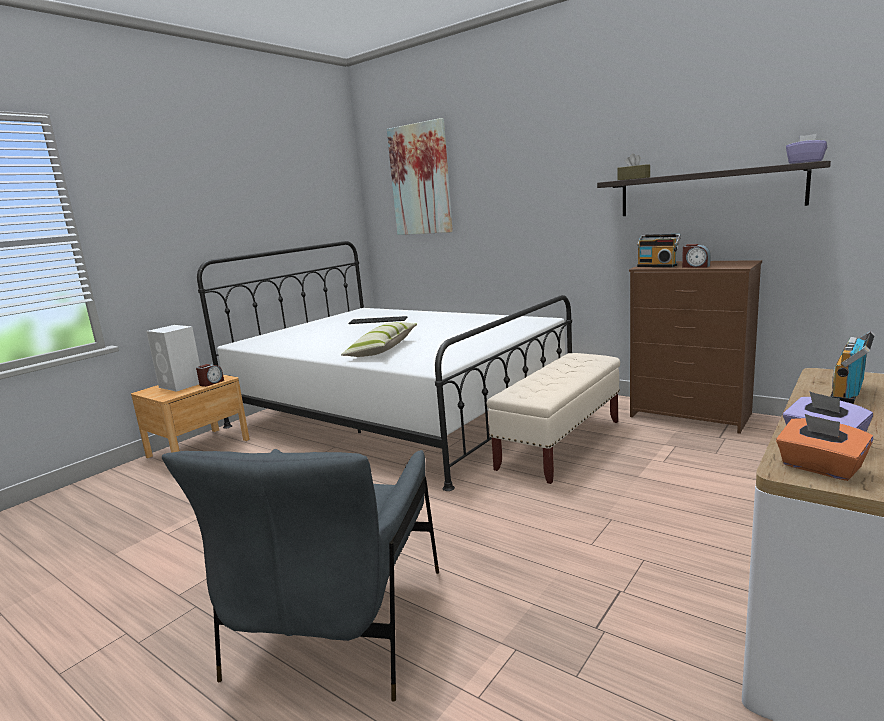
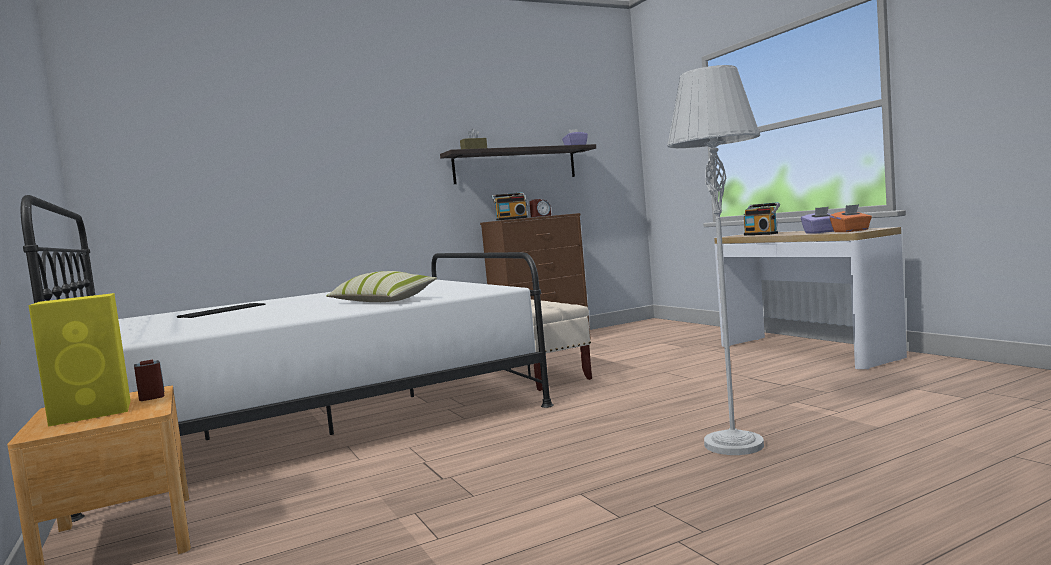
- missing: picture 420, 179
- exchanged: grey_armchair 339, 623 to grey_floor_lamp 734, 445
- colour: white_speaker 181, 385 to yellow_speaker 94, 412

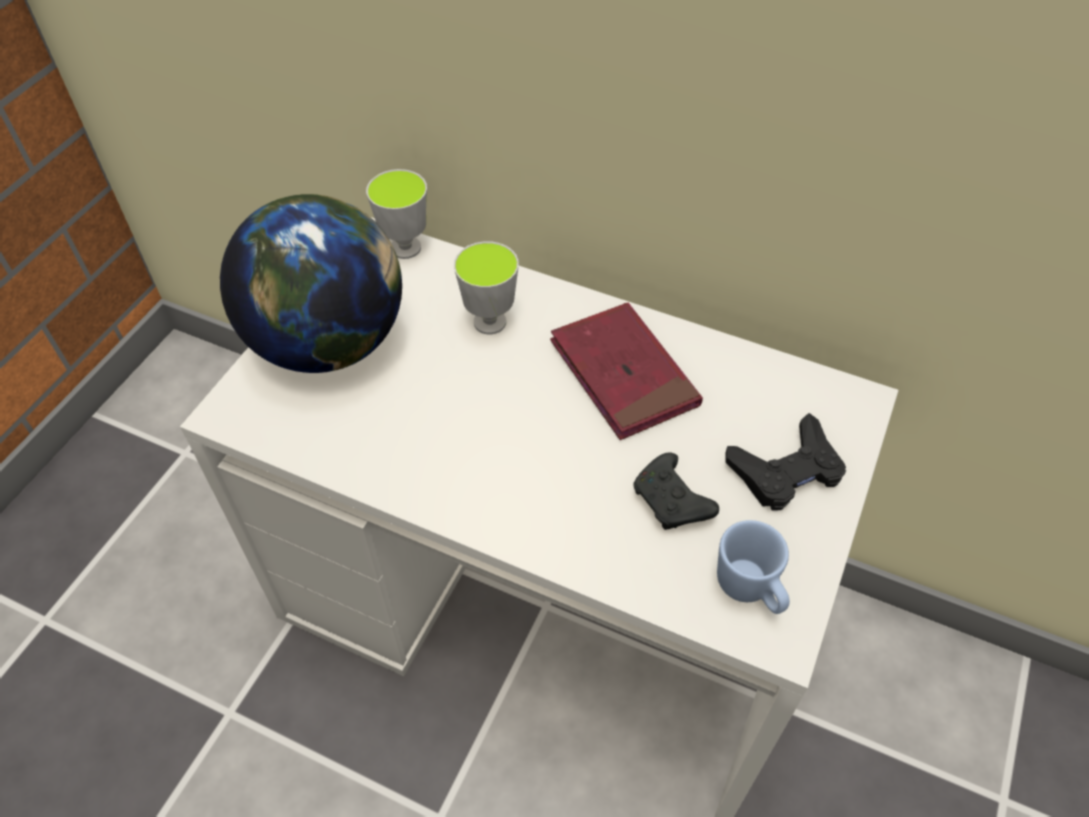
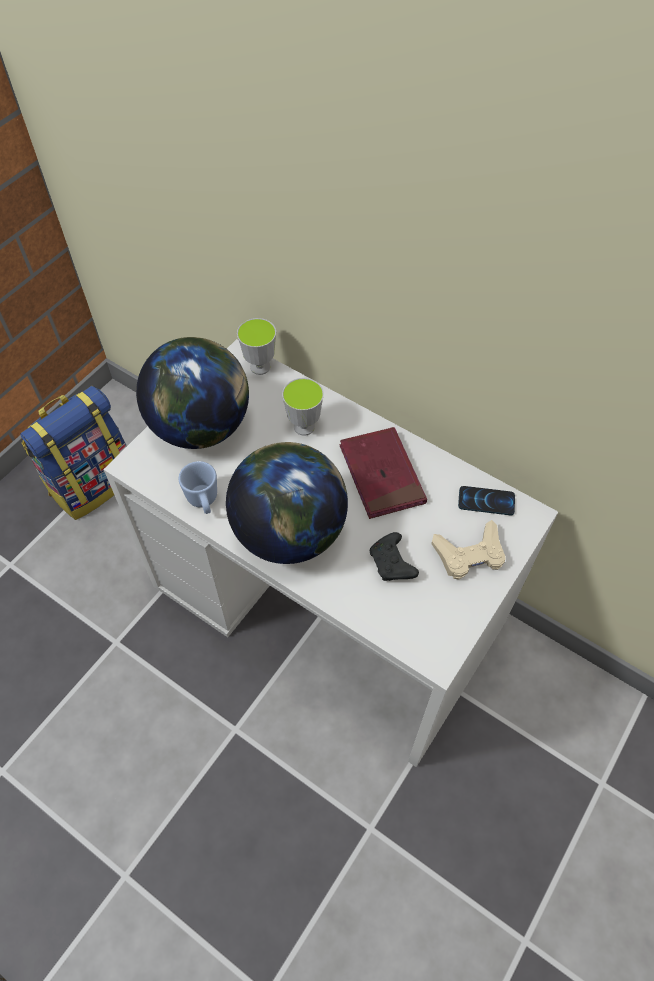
- appeared: backpack 93, 483
- appeared: globe 289, 532
- appeared: phone 486, 501
- relocated: blue_mug 750, 590 to 204, 501
- colour: black_game_controller 786, 470 to beige_game_controller 469, 554

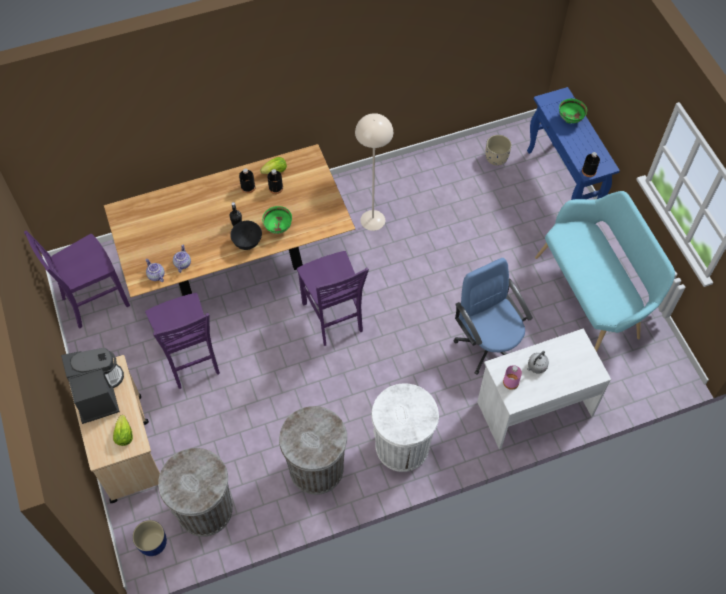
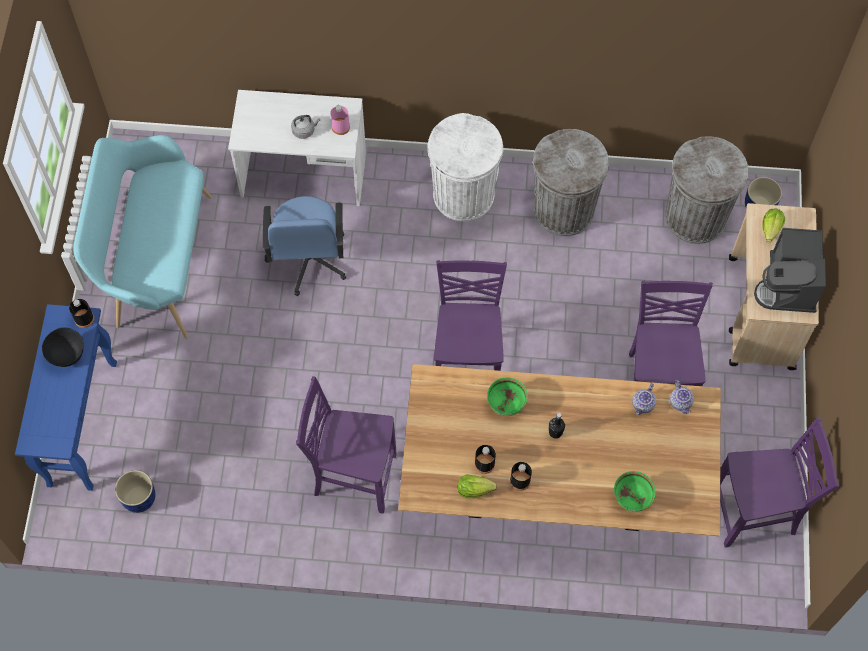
- relocated: black_bowl 247, 243 to 68, 356
- relocated: green_bowl 570, 119 to 631, 498
- exchanged: beige_floor_lamp 373, 220 to purple_chair 353, 475
- colour: beige_planter 496, 158 to blue_planter 138, 498

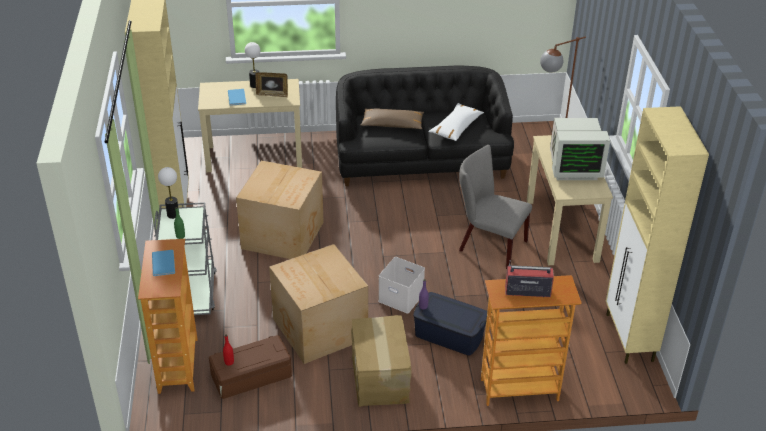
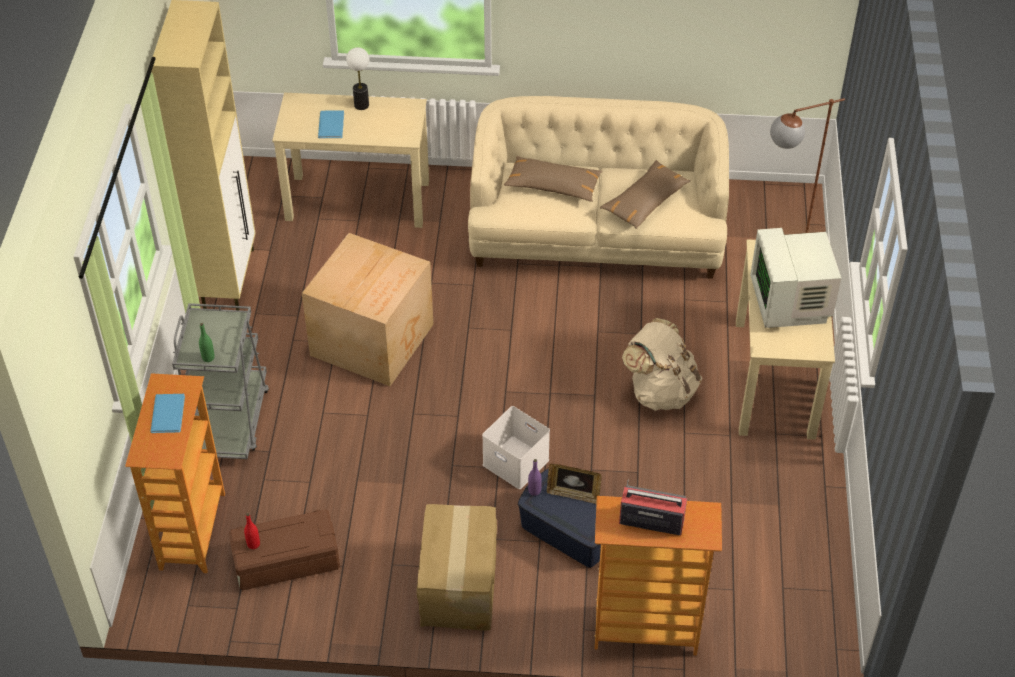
- missing: table_lamp 173, 214
- missing: cardboard_box 319, 330
- missing: beige_cabinet 629, 338
- relocated: picture_frame 272, 94 to 573, 494
- exchanged: grey_chair 488, 245 to beige_backpack 660, 391
- colour: black_sofa 421, 161 to beige_sofa 596, 234
- colour: white_pillow 456, 127 to brown_pillow 645, 201
- spun: monitor 573, 168 = 791, 303 75 degrees clockwise

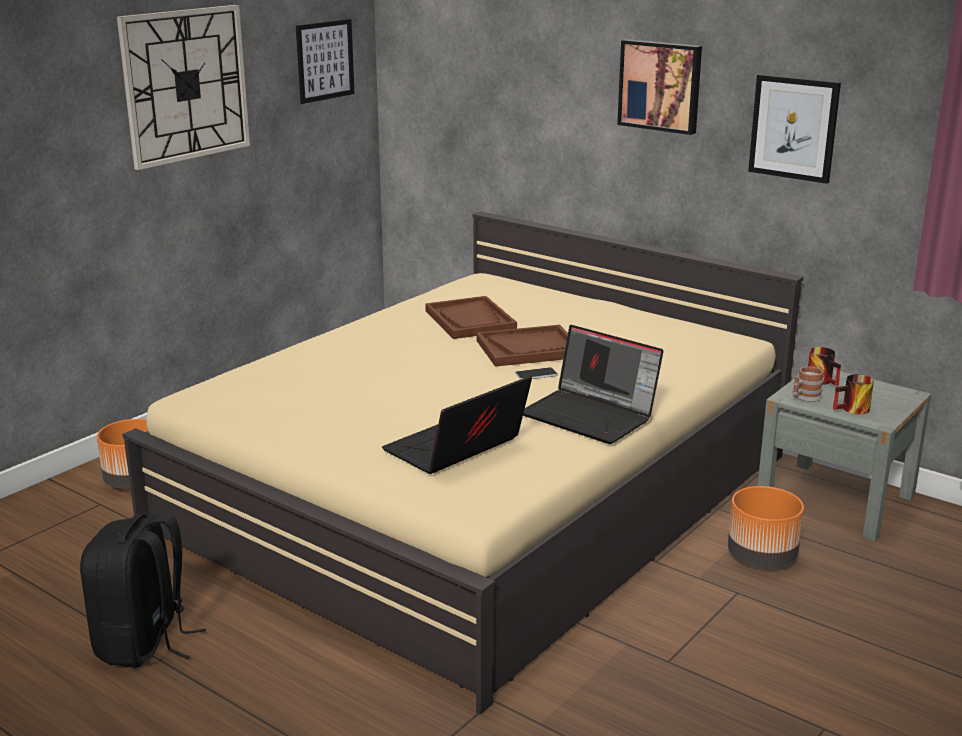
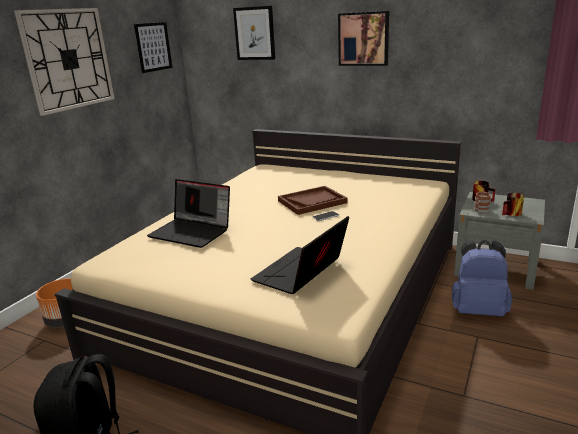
- missing: brown_tray 470, 320
- relocated: laptop 591, 415 to 192, 232
- relocated: picture 793, 128 to 254, 33
- exchanged: orange_planter 762, 557 to blue_backpack 478, 310

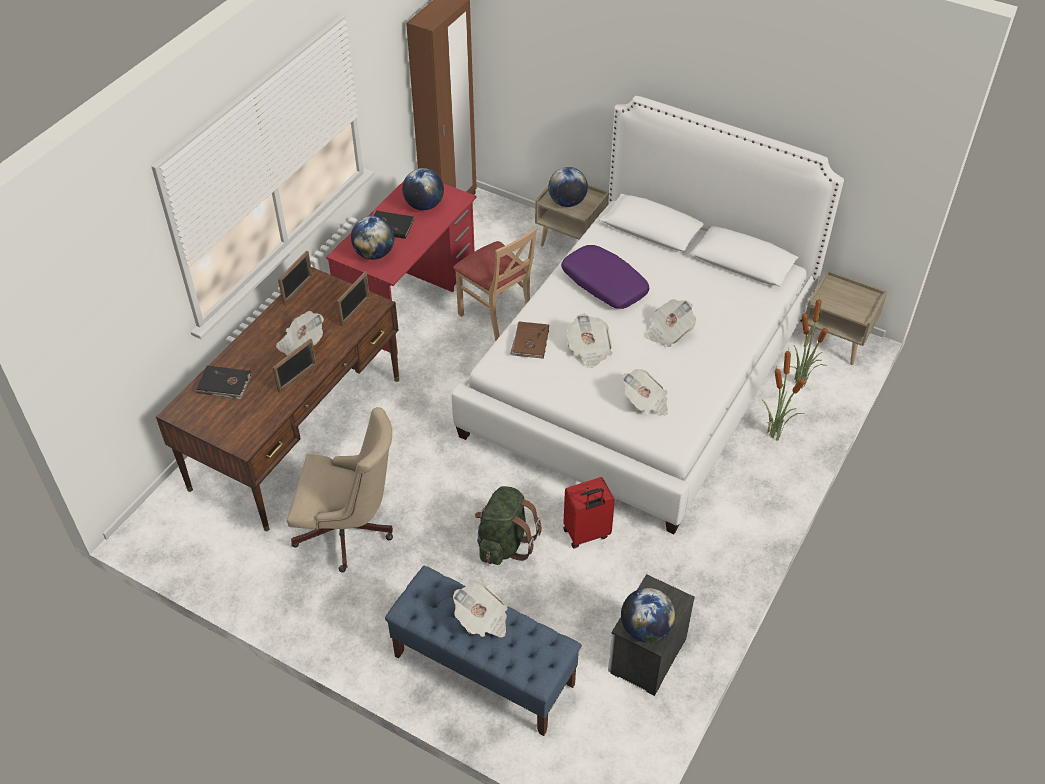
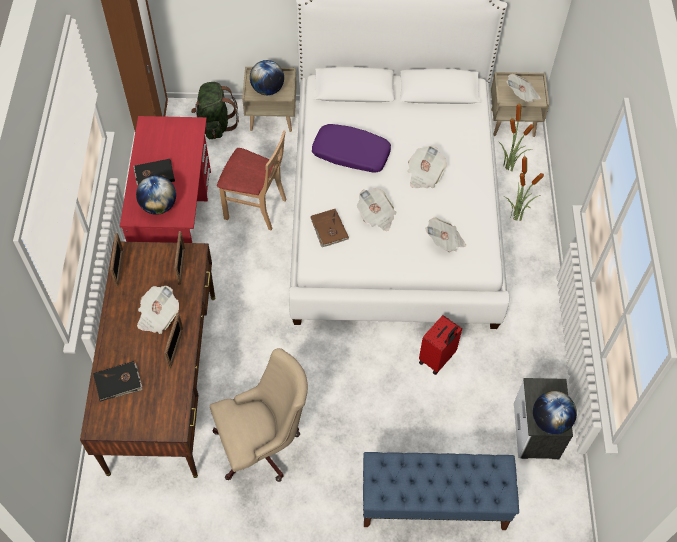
- missing: globe 424, 205
- relocated: newspaper 482, 619 to 521, 95
- relocated: green_backpack 504, 543 to 215, 125

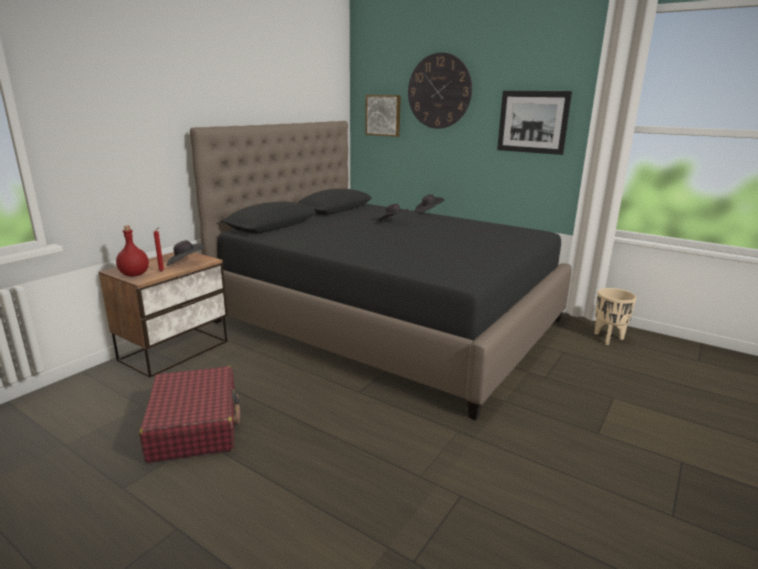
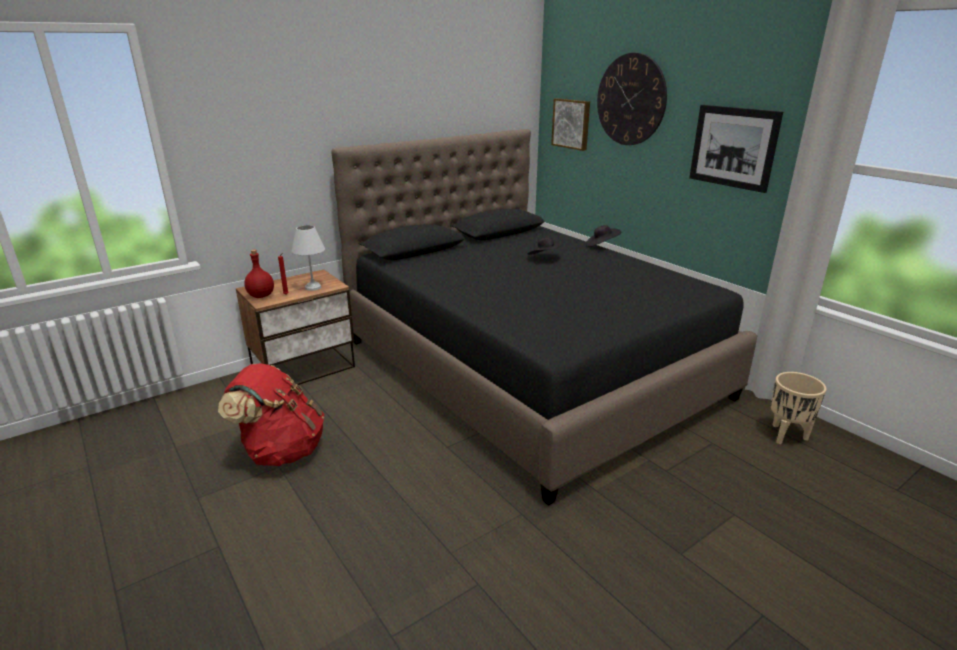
- exchanged: red_suitcase 195, 425 to red_backpack 281, 451
- exchanged: black_hat 185, 263 to white_table_lamp 312, 287

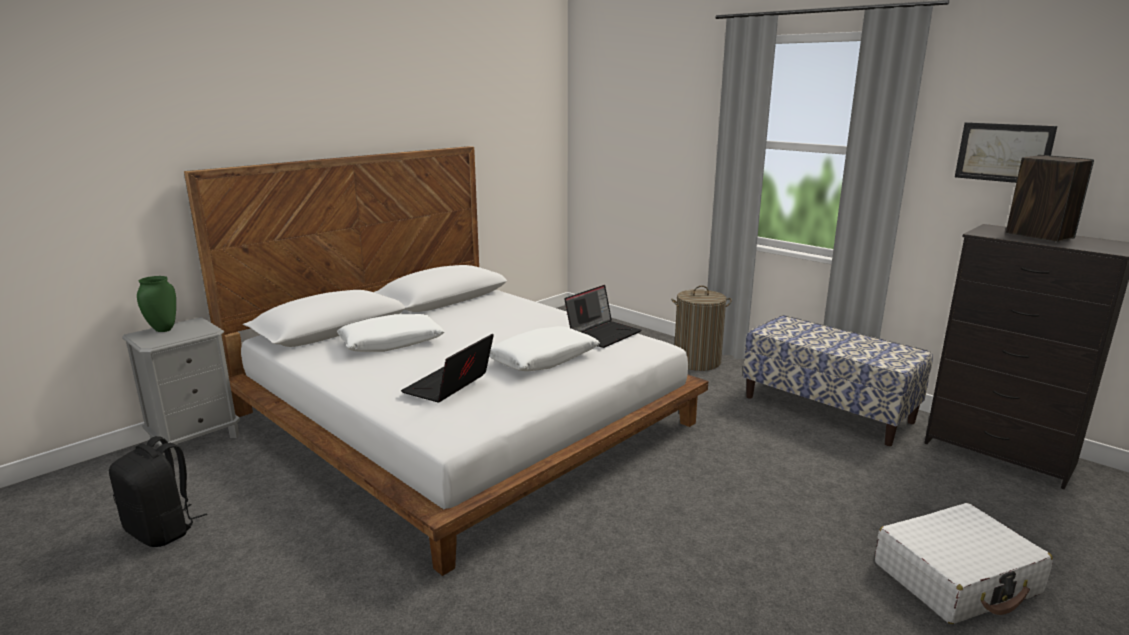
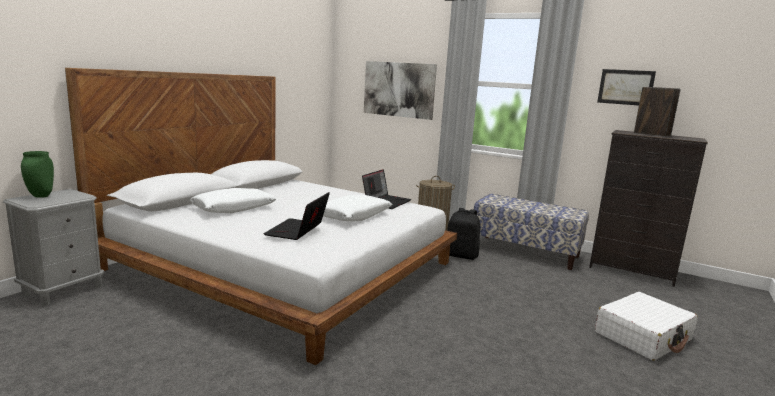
- appeared: picture 398, 89
- relocated: black_backpack 162, 530 to 461, 255

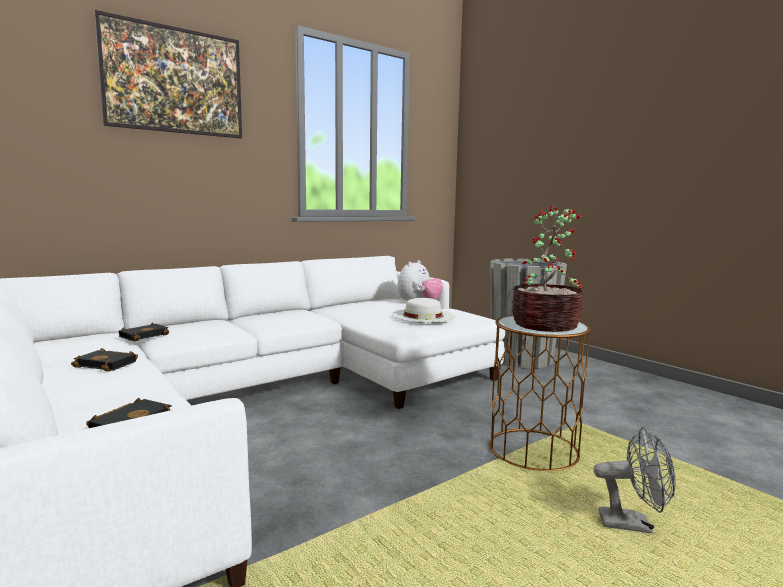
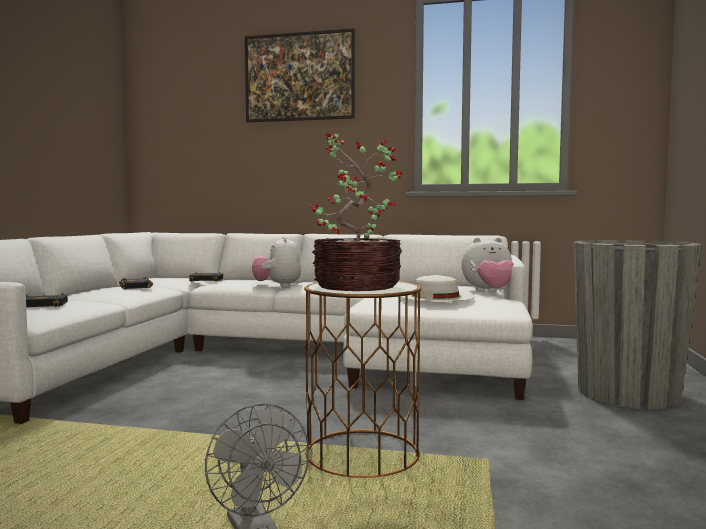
- appeared: plush_toy 277, 286

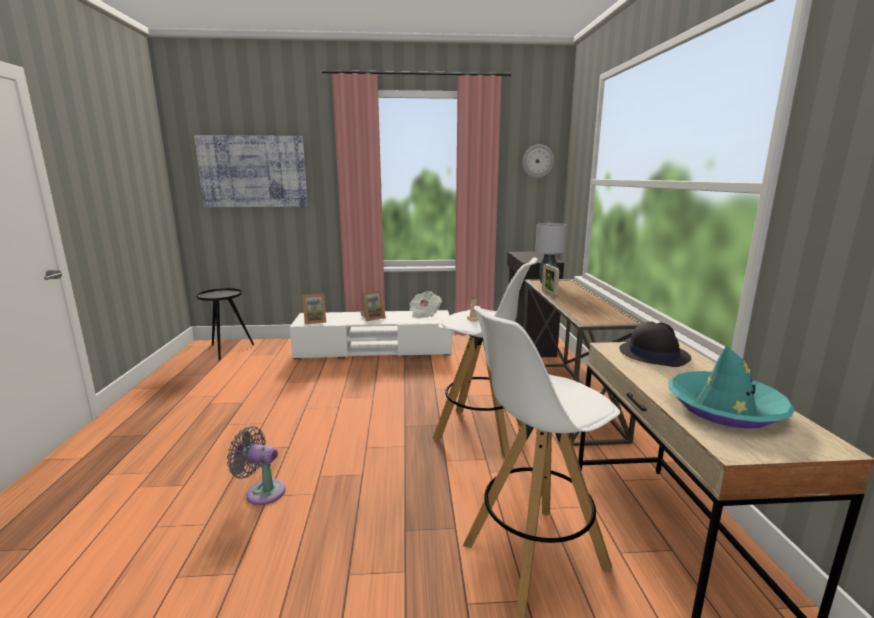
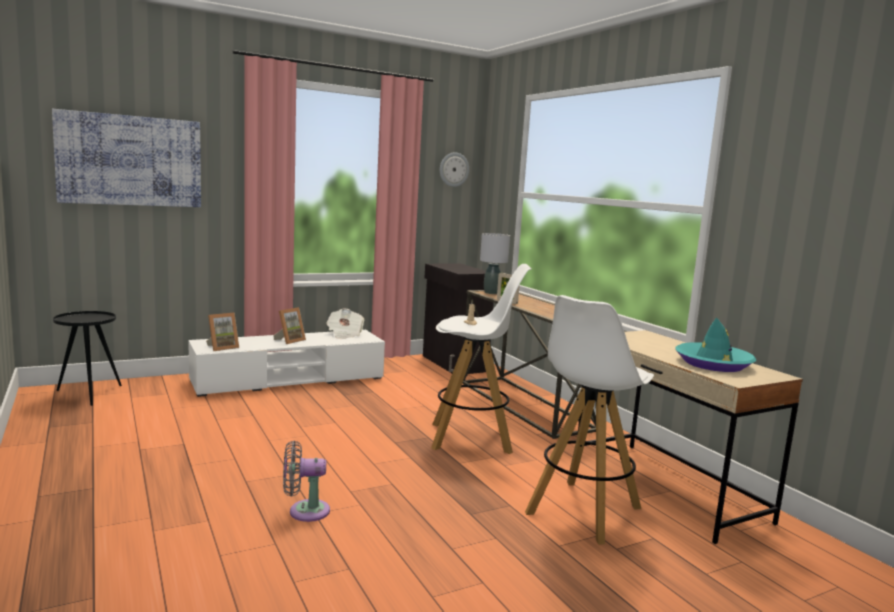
- missing: black_hat 653, 354

